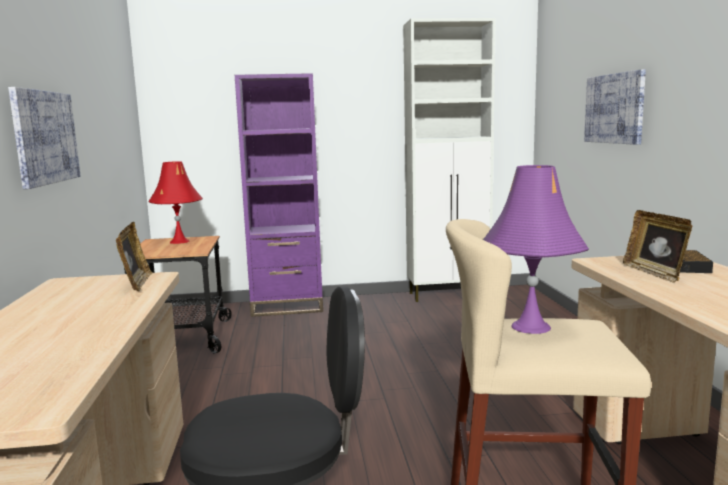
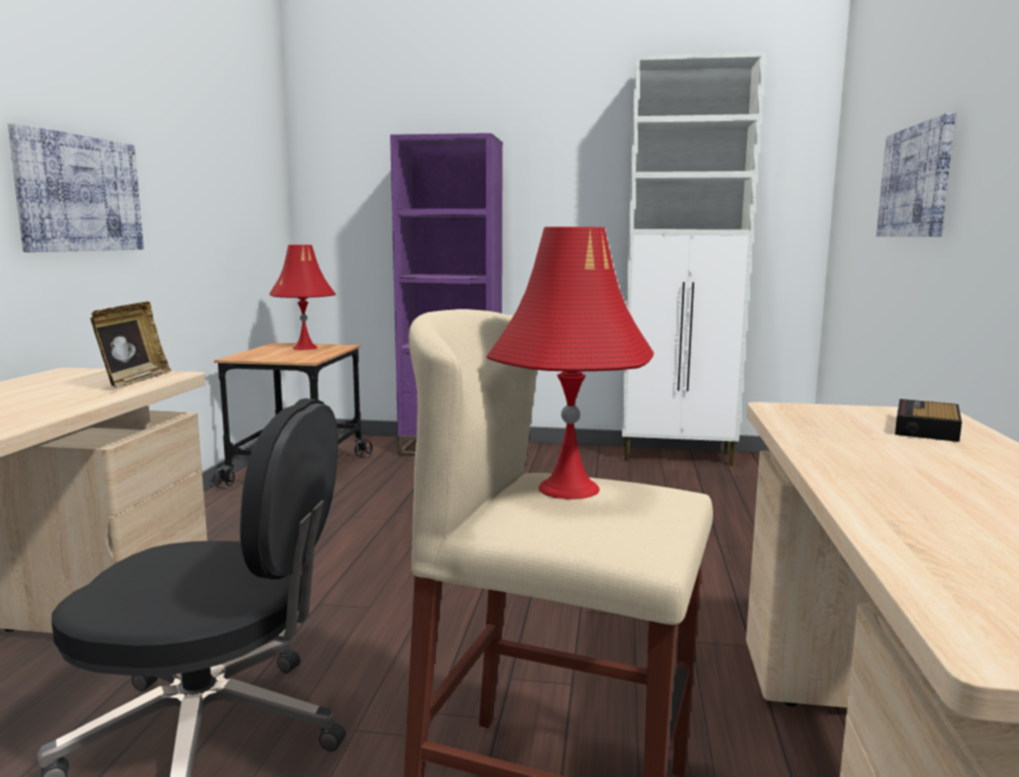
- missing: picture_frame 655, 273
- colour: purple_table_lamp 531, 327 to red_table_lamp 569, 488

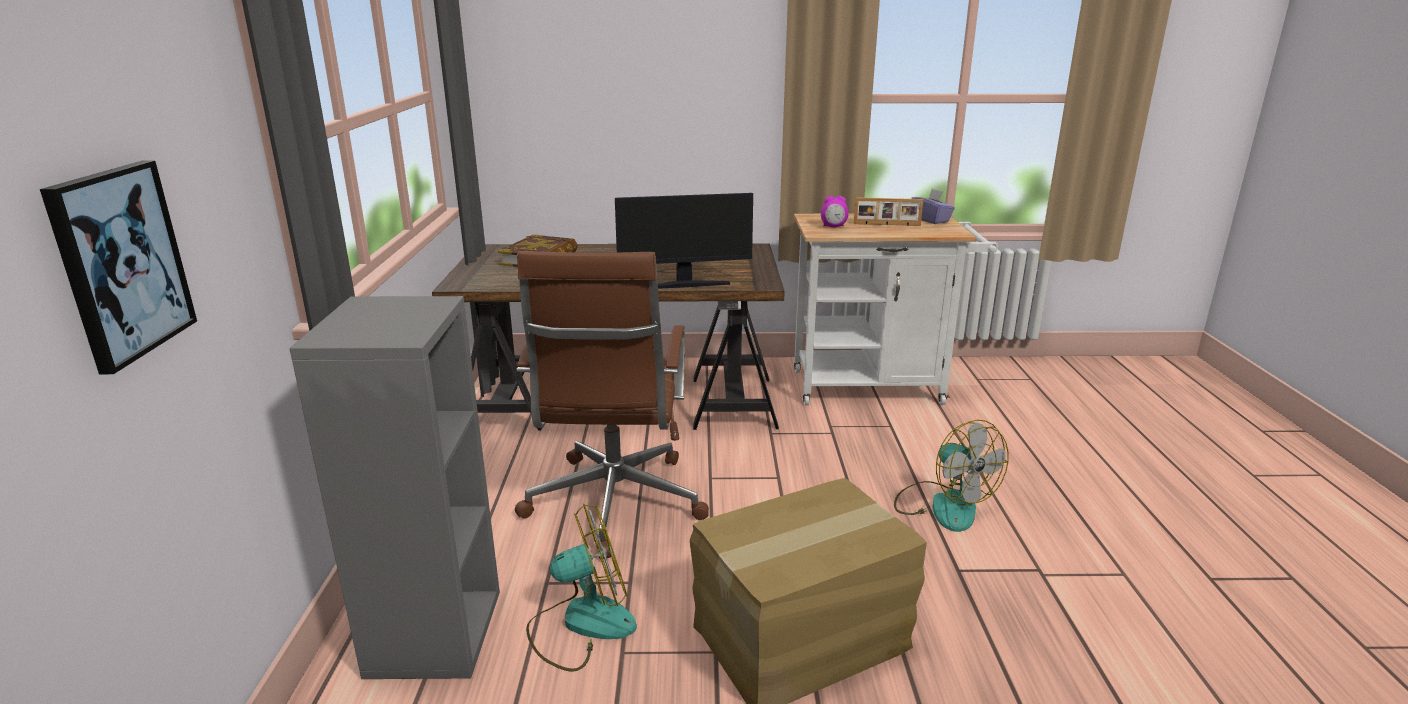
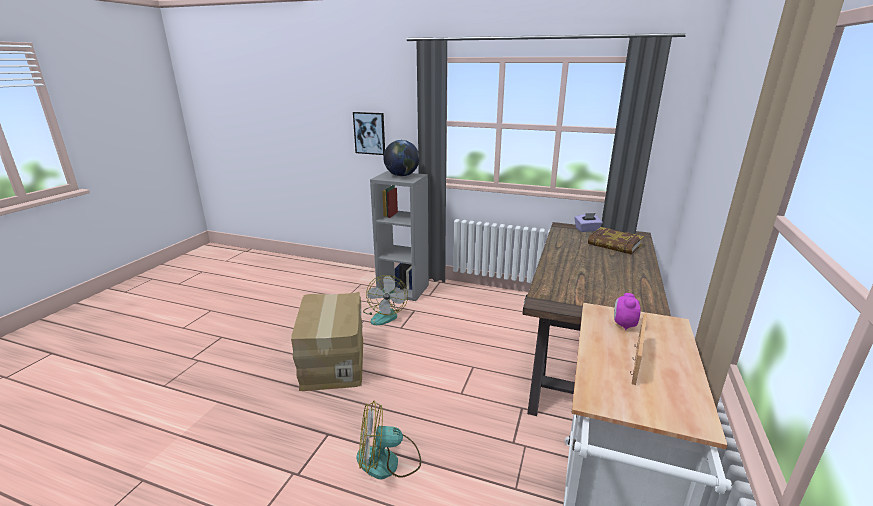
- missing: brown_office_chair 613, 505
- missing: monitor 685, 285
- appeared: globe 402, 175
- relocated: purple_tissue_box 931, 220 to 587, 229

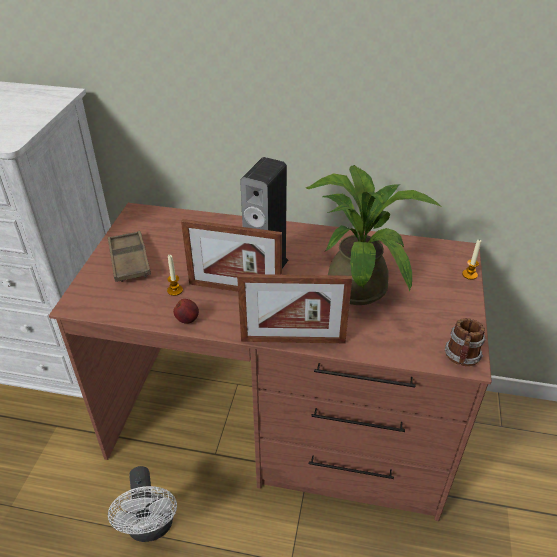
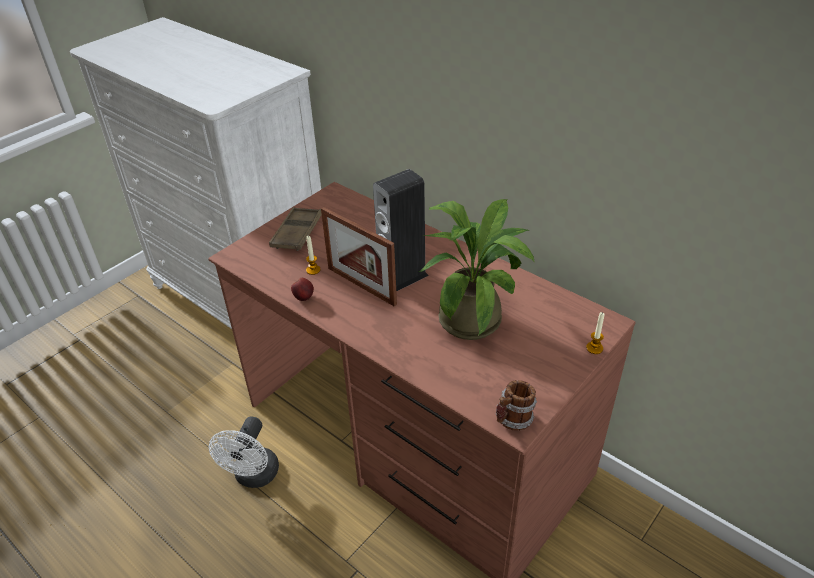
- missing: picture_frame 293, 340

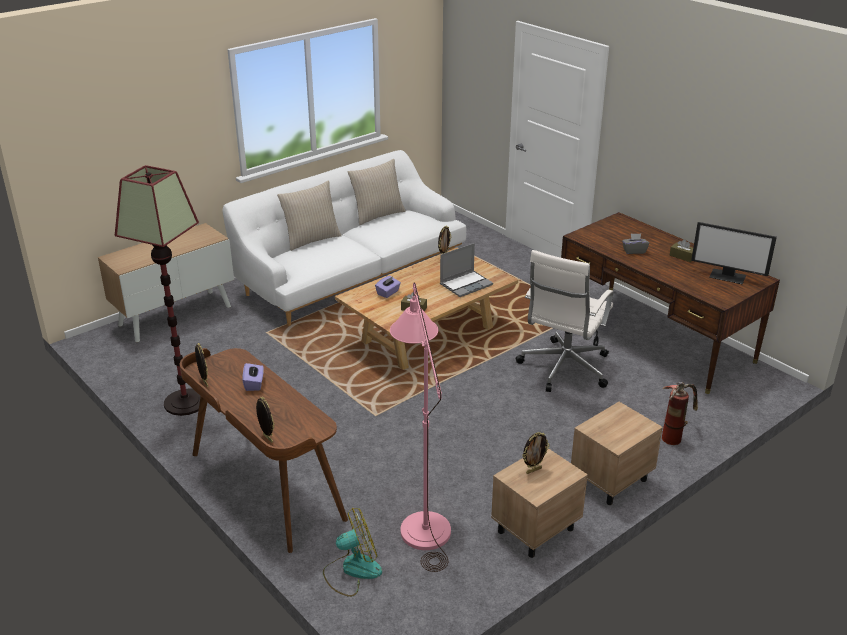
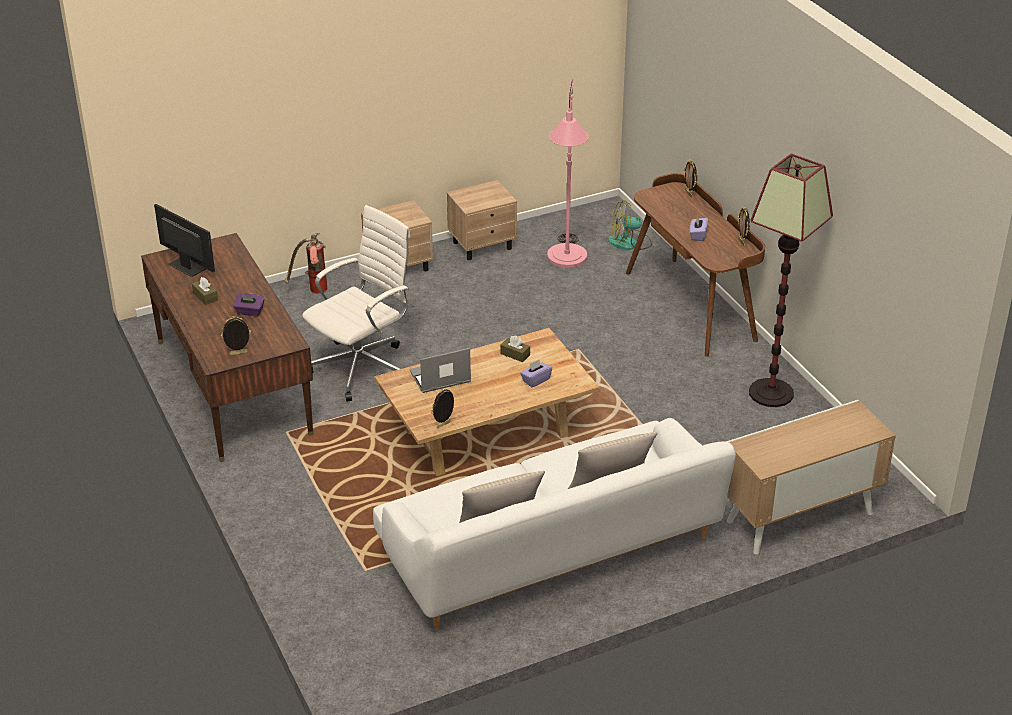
- relocated: picture_frame 533, 470 to 238, 354
- colour: grey_tissue_box 634, 251 to purple_tissue_box 249, 312

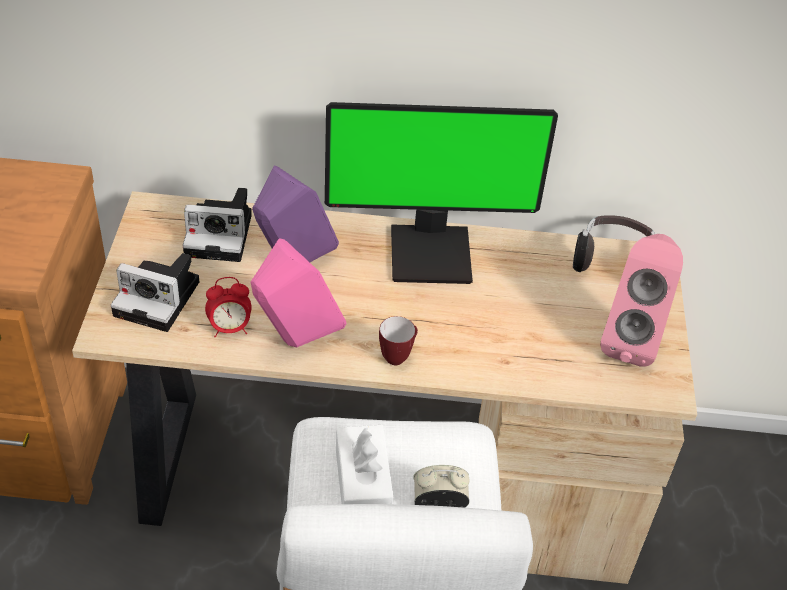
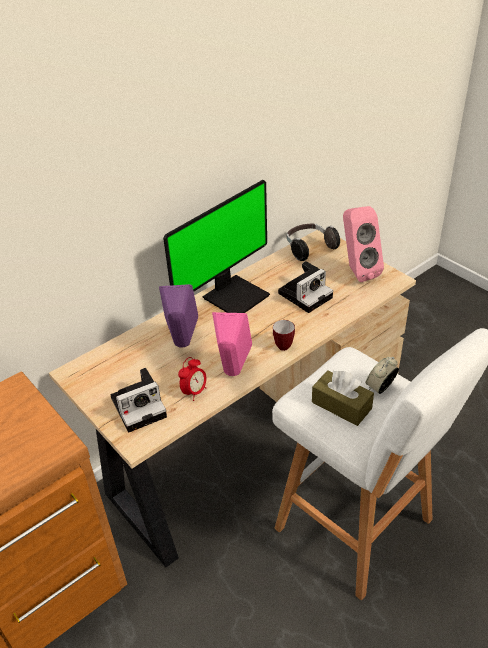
- relocated: photo_camera 222, 235 to 306, 294
- colour: white_tissue_box 362, 484 to brown_tissue_box 341, 405

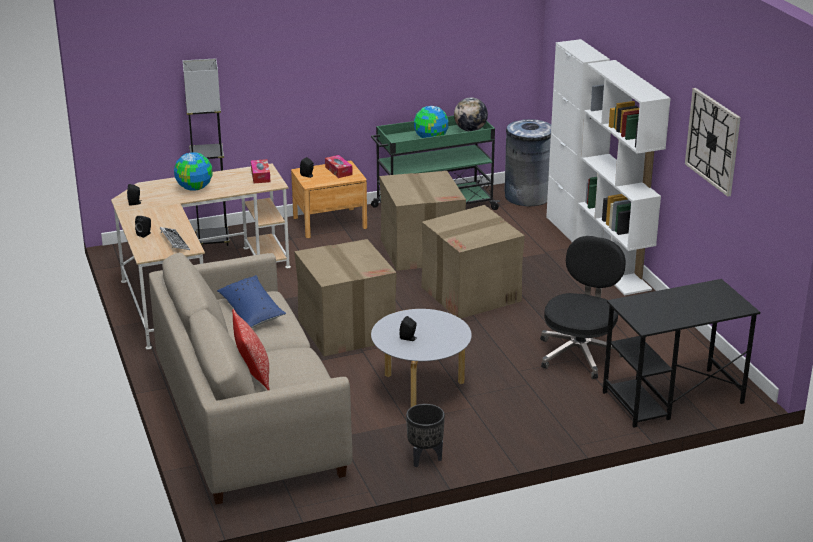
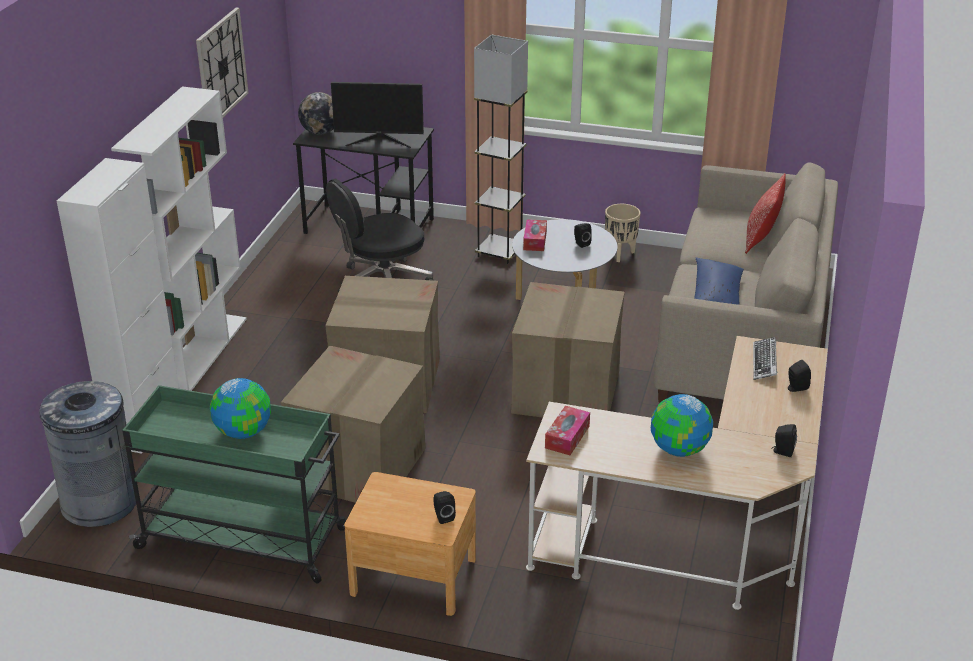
- appeared: monitor 379, 140
- relocated: grey_floor_lamp 213, 240 to 500, 252
- relocated: tissue_box 338, 171 to 535, 241
- relocated: globe 470, 130 to 320, 132
- colour: black_planter 424, 458 to beige_planter 620, 254

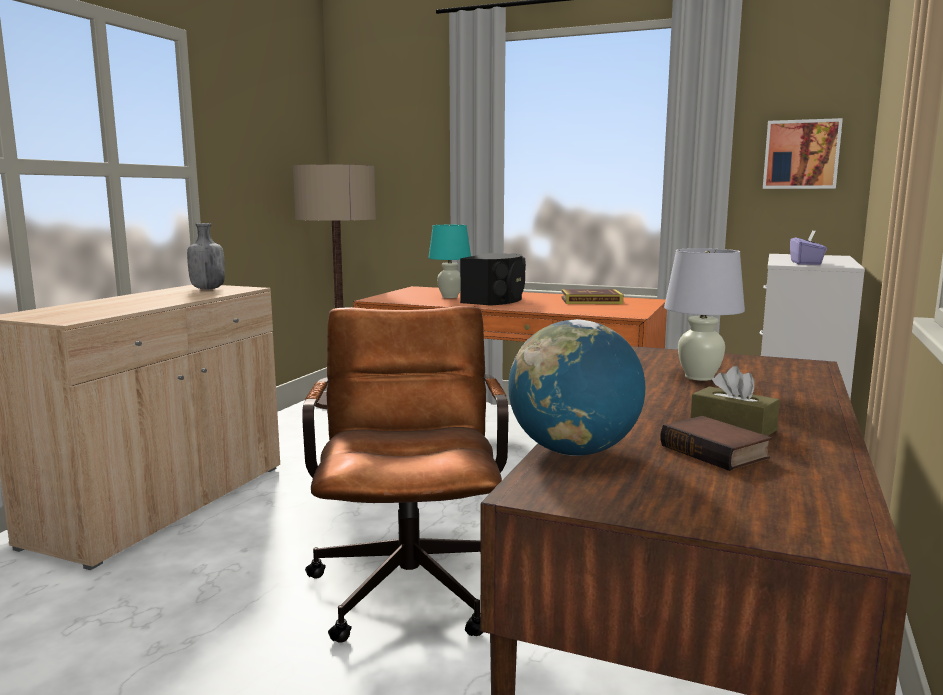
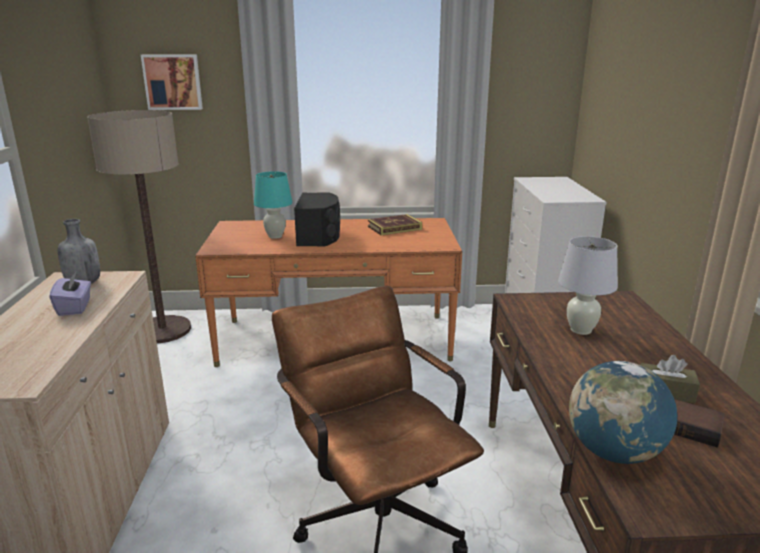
- relocated: picture 801, 154 to 173, 82
- relocated: purple_tissue_box 806, 263 to 75, 307

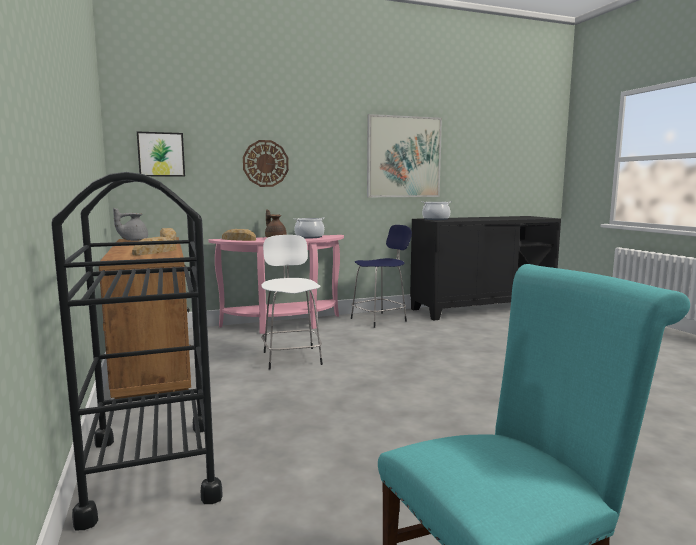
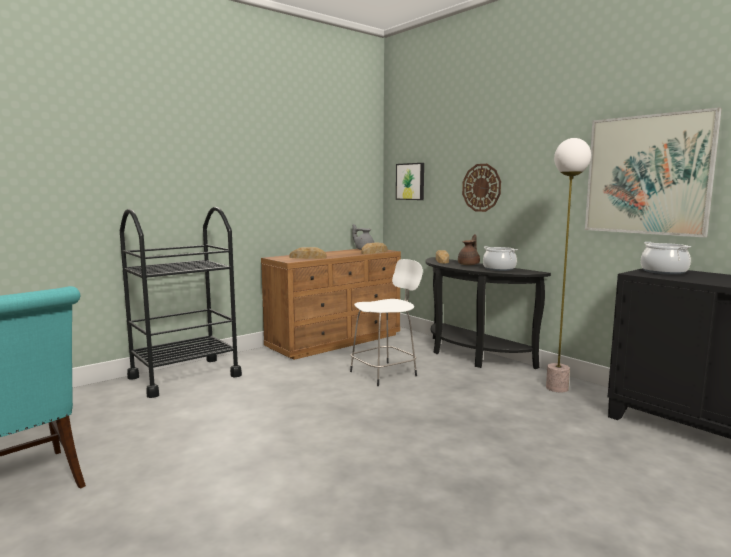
- exchanged: blue_stool 380, 319 to floor_lamp 557, 388
- colour: pink_console_table 284, 325 to black_console_table 470, 355

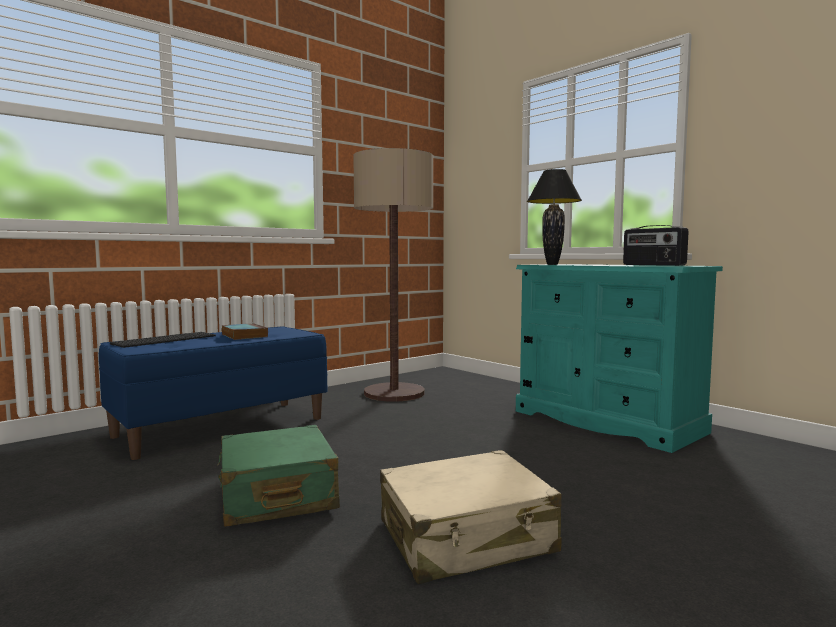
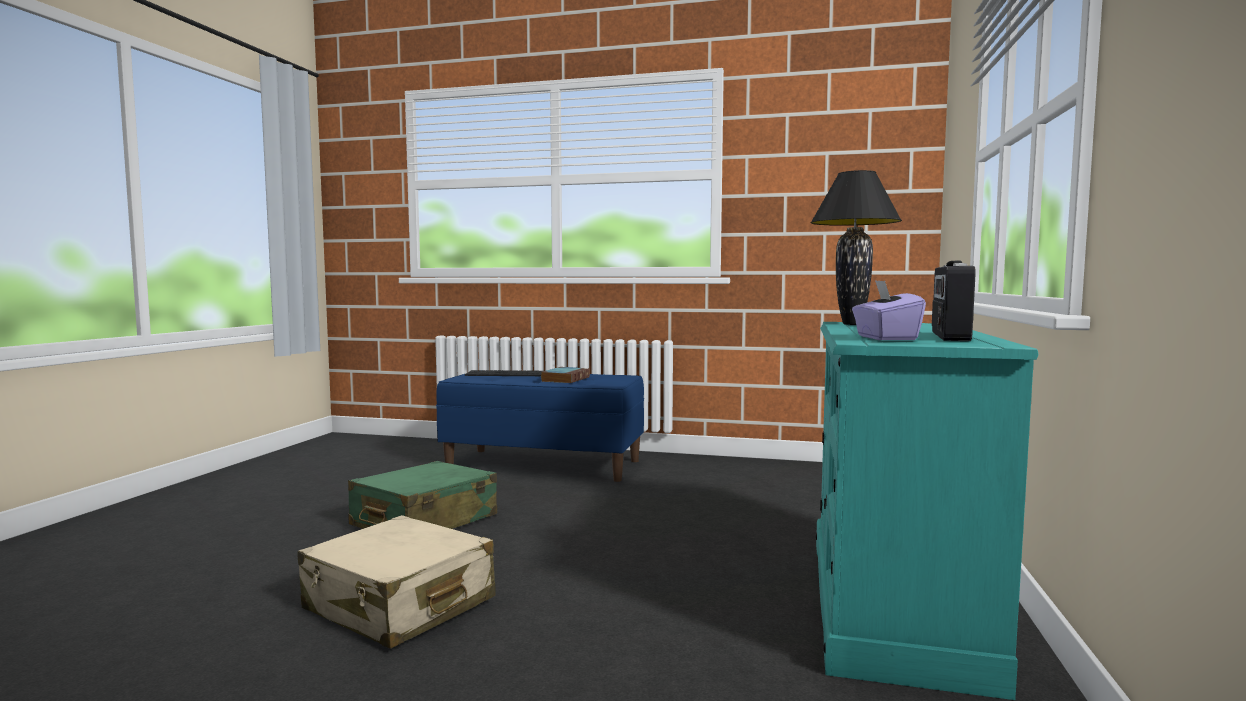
- missing: floor_lamp 394, 393
- appeared: purple_tissue_box 885, 338

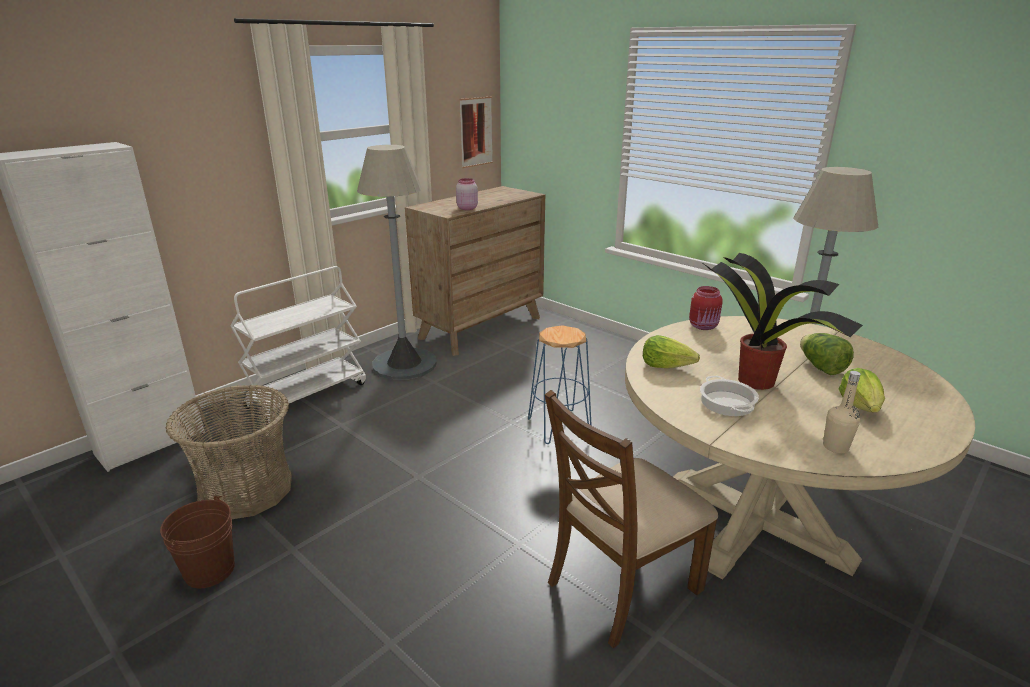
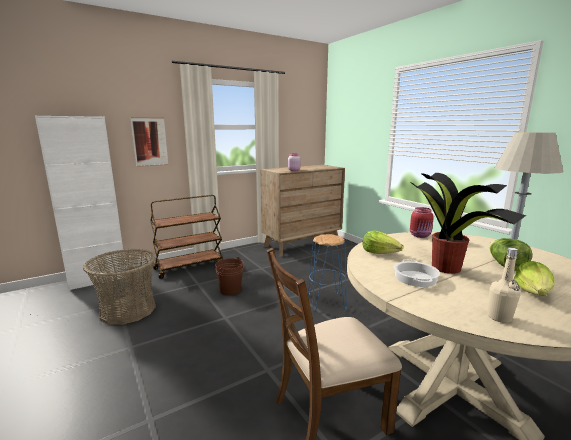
- missing: grey_floor_lamp 404, 364
- relocated: brown_bucket 209, 570 to 230, 290
- relocated: picture 476, 132 to 150, 142
- colour: white_cart 308, 394 to brown_cart 190, 266

